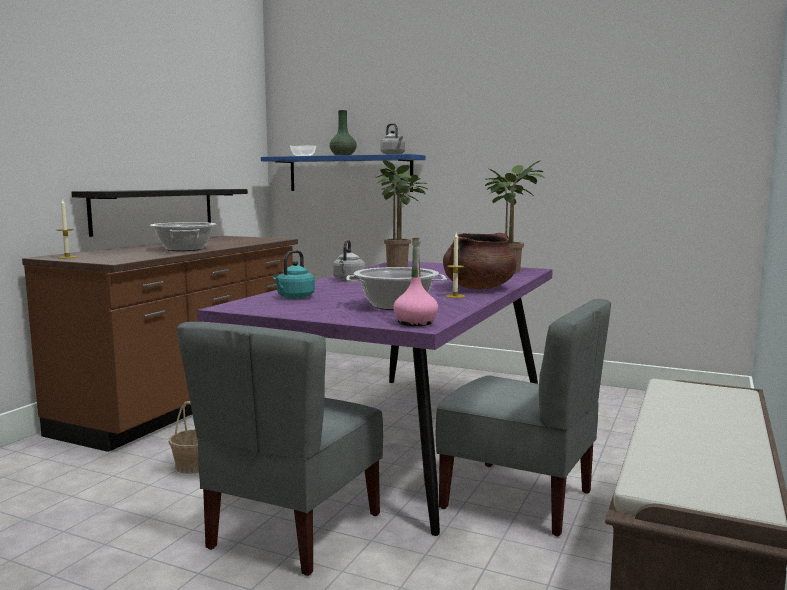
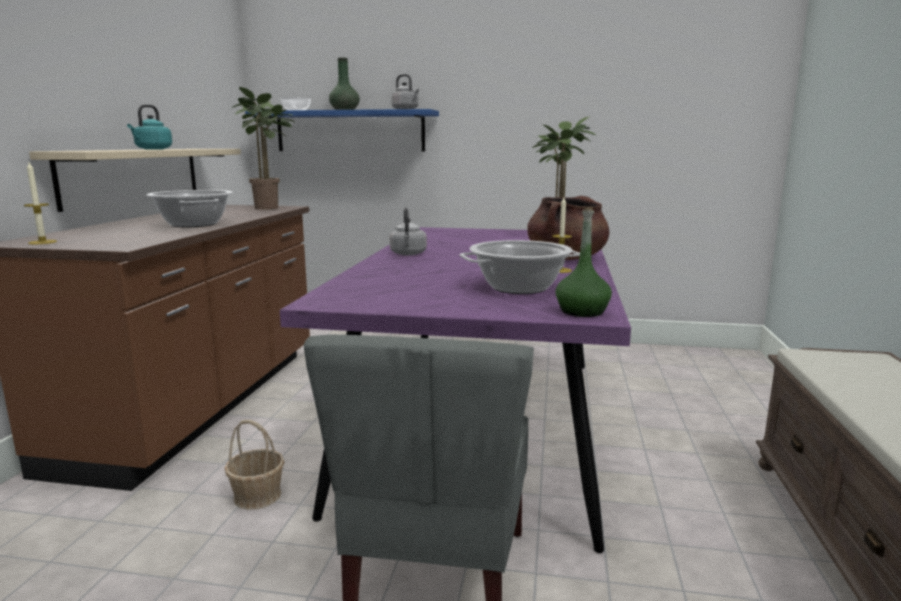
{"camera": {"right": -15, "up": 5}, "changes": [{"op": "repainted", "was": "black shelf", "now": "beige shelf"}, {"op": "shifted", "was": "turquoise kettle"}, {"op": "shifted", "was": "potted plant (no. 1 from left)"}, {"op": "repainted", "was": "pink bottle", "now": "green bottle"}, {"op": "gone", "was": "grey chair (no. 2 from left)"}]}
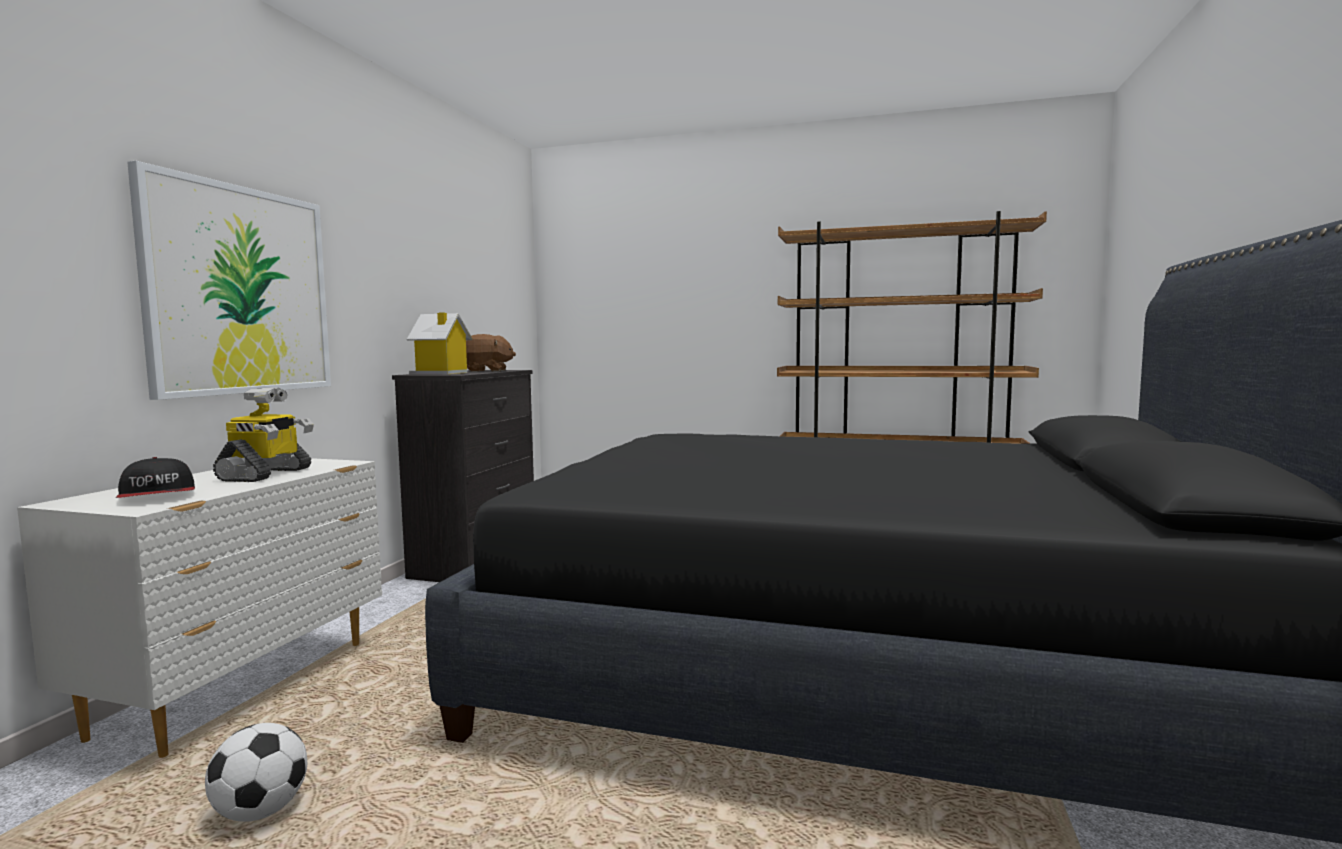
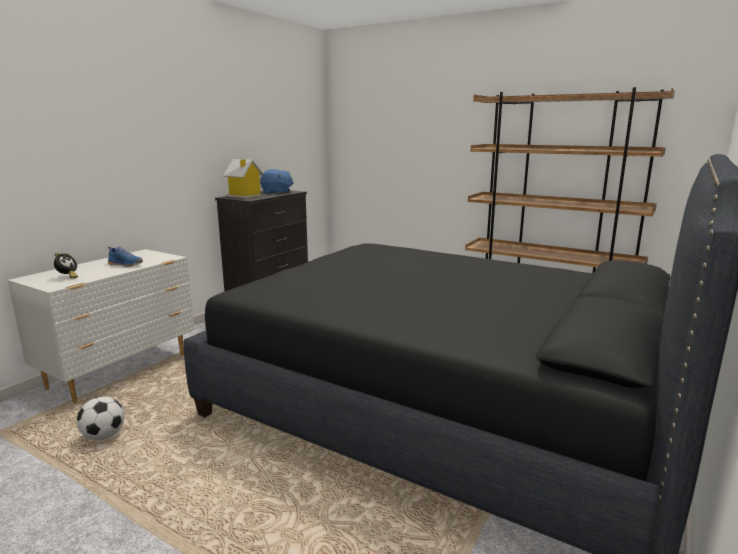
{"camera": {"right": 15, "up": 10}, "changes": [{"op": "swapped", "was": "cap", "now": "alarm clock"}, {"op": "gone", "was": "picture"}, {"op": "swapped", "was": "toy robot", "now": "blue shoe"}, {"op": "repainted", "was": "brown plush toy", "now": "blue plush toy"}]}
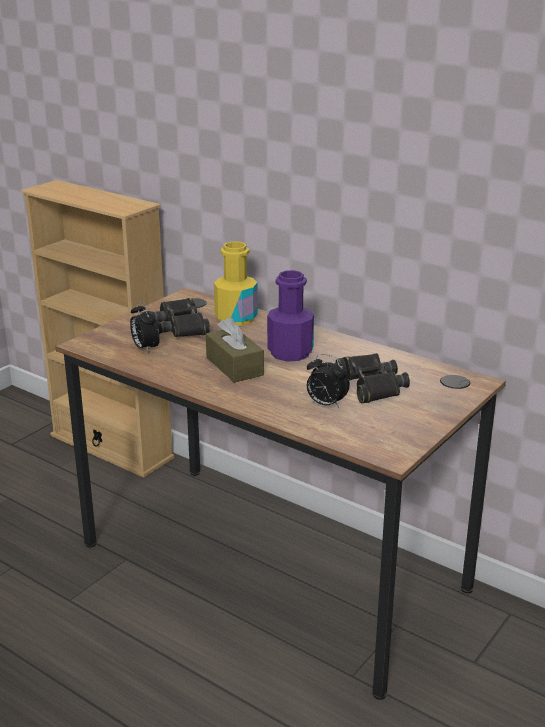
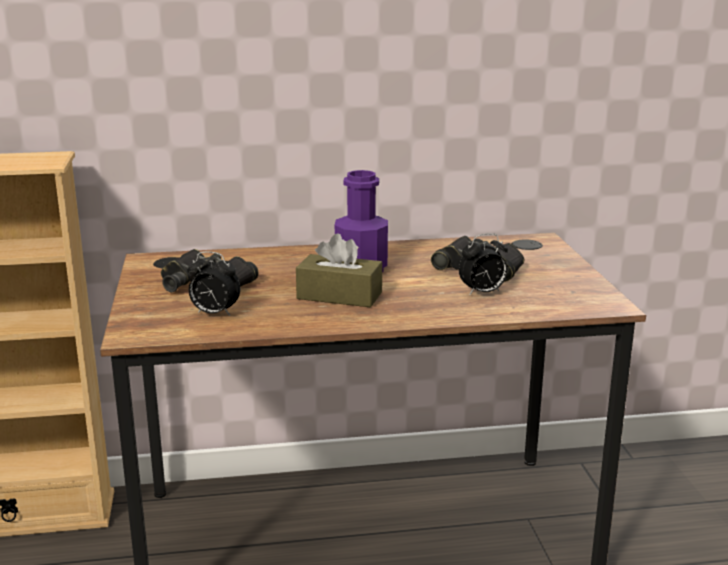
{"camera": {"right": -45, "up": -5}, "changes": [{"op": "gone", "was": "yellow bottle"}]}
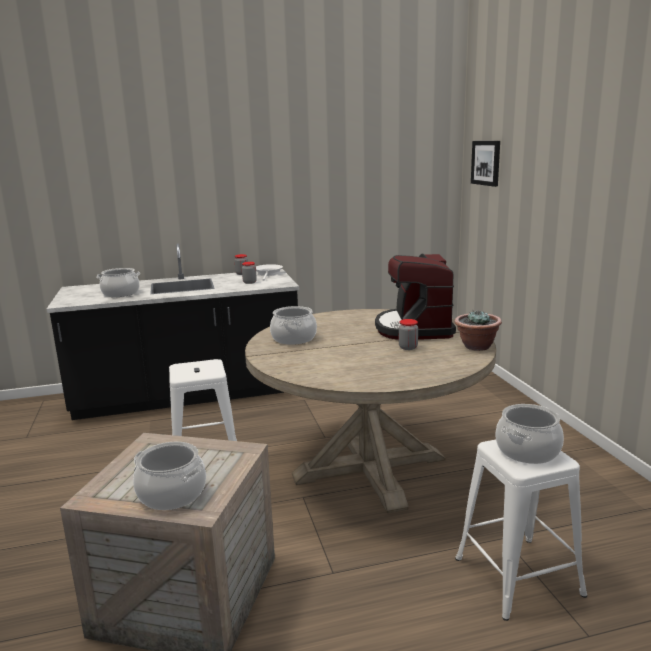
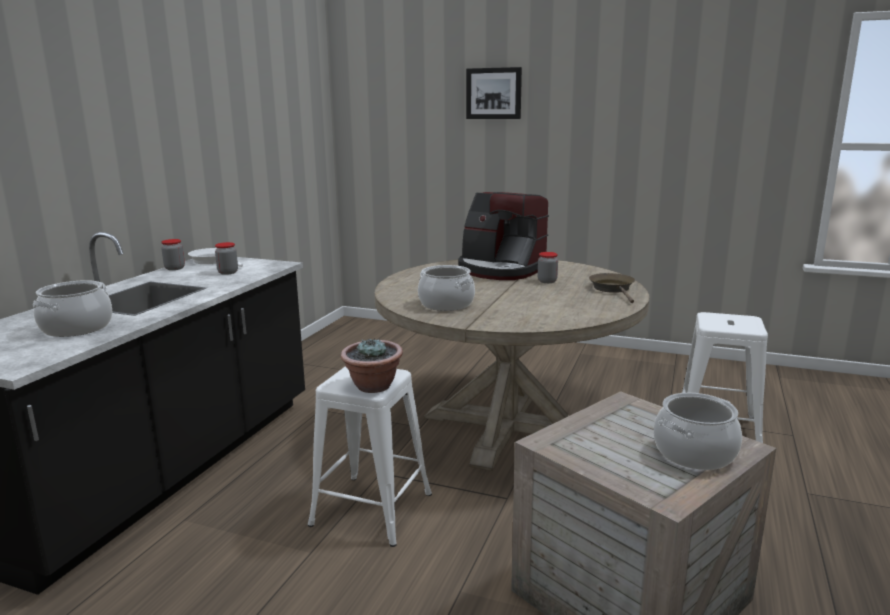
{"camera": {"right": -55, "up": 0}, "changes": [{"op": "shifted", "was": "potted plant"}, {"op": "shifted", "was": "picture"}, {"op": "gone", "was": "cooking pot (no. 4 from left)"}, {"op": "new", "now": "brown frying pan"}]}
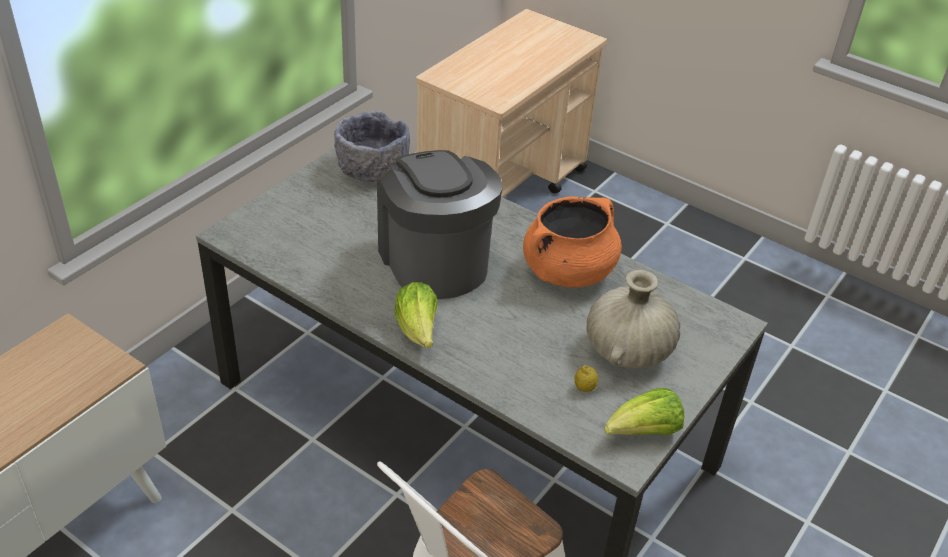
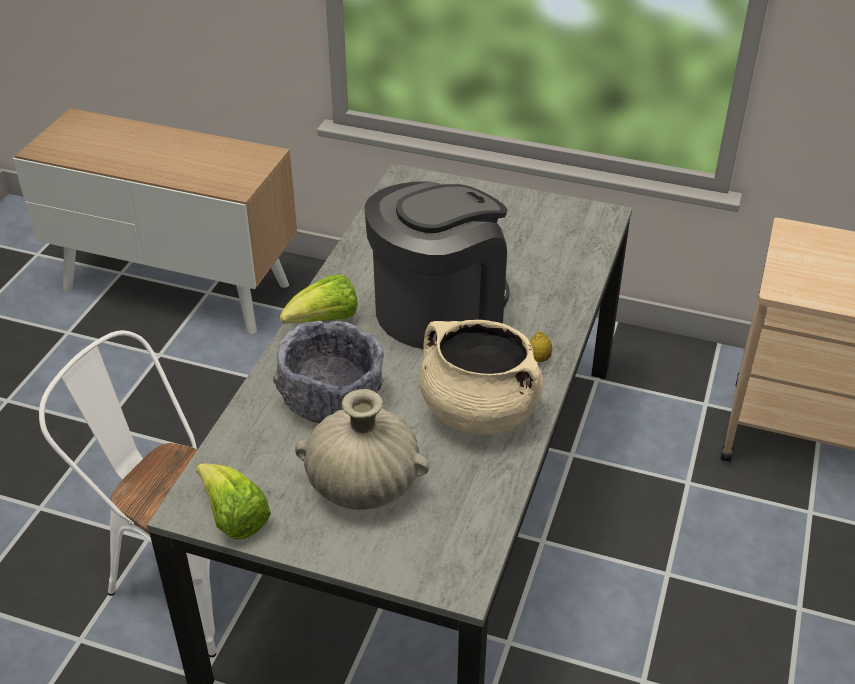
{"camera": {"right": 75, "up": 0}, "changes": [{"op": "shifted", "was": "grey bowl"}, {"op": "repainted", "was": "orange cooking pot", "now": "beige cooking pot"}, {"op": "shifted", "was": "lemon"}]}
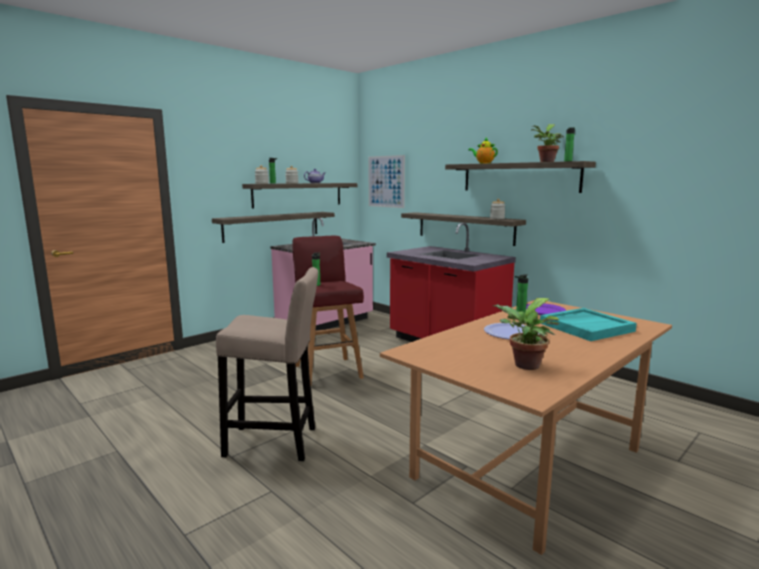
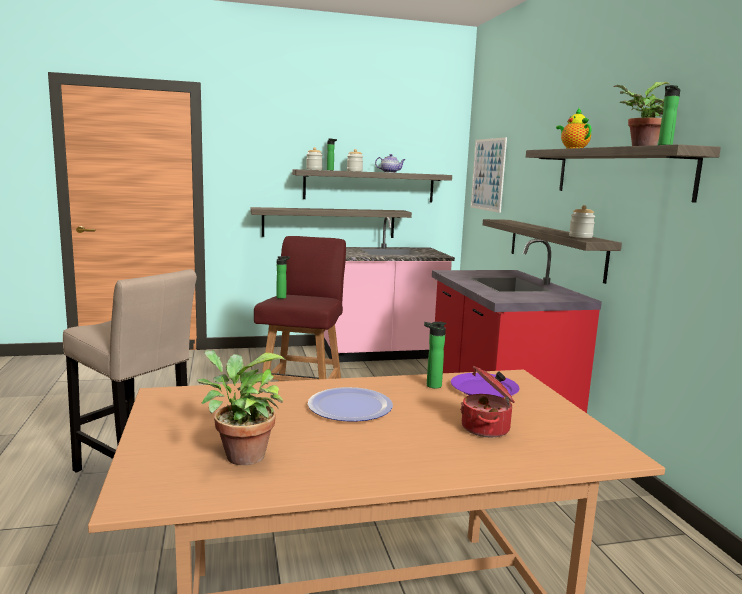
{"camera": {"right": 30, "up": 0}, "changes": [{"op": "swapped", "was": "turquoise tray", "now": "cooking pot"}]}
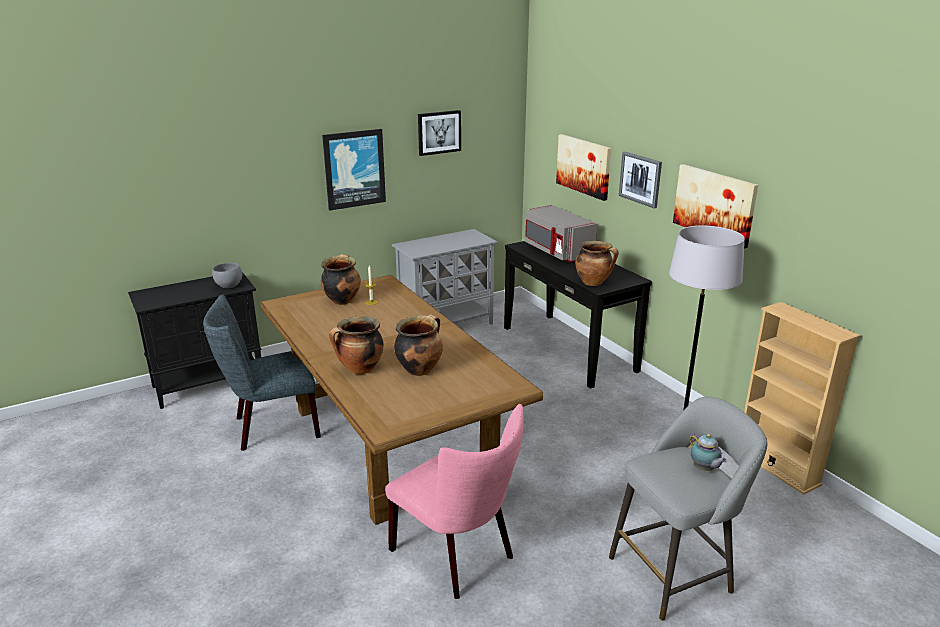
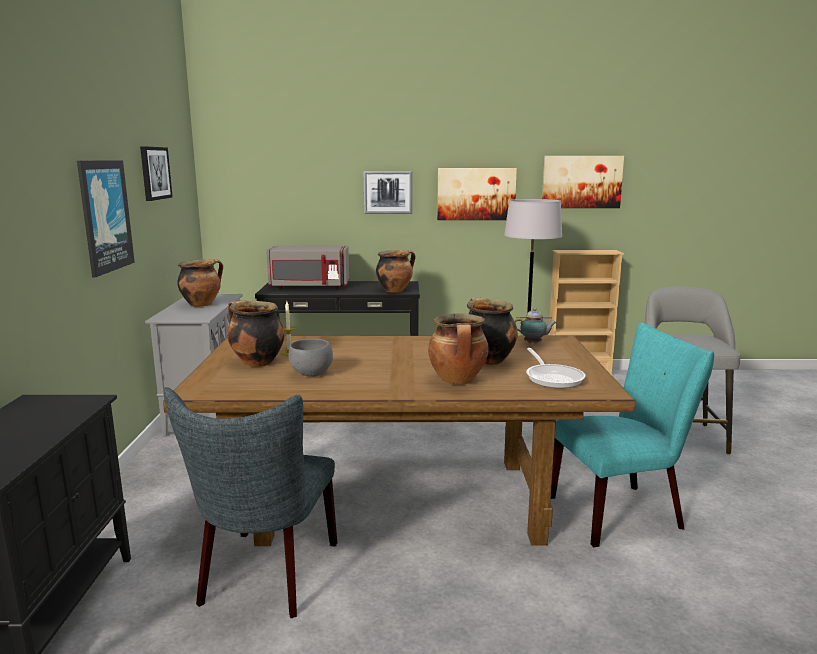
{"camera": {"right": -60, "up": -10}, "changes": [{"op": "shifted", "was": "grey bowl"}, {"op": "repainted", "was": "pink chair", "now": "turquoise chair"}, {"op": "shifted", "was": "picture (no. 3 from left in the first image)", "now": "picture (no. 5 from left)"}, {"op": "shifted", "was": "teapot"}, {"op": "new", "now": "cooking pot (no. 1 from left)"}, {"op": "new", "now": "frying pan"}]}
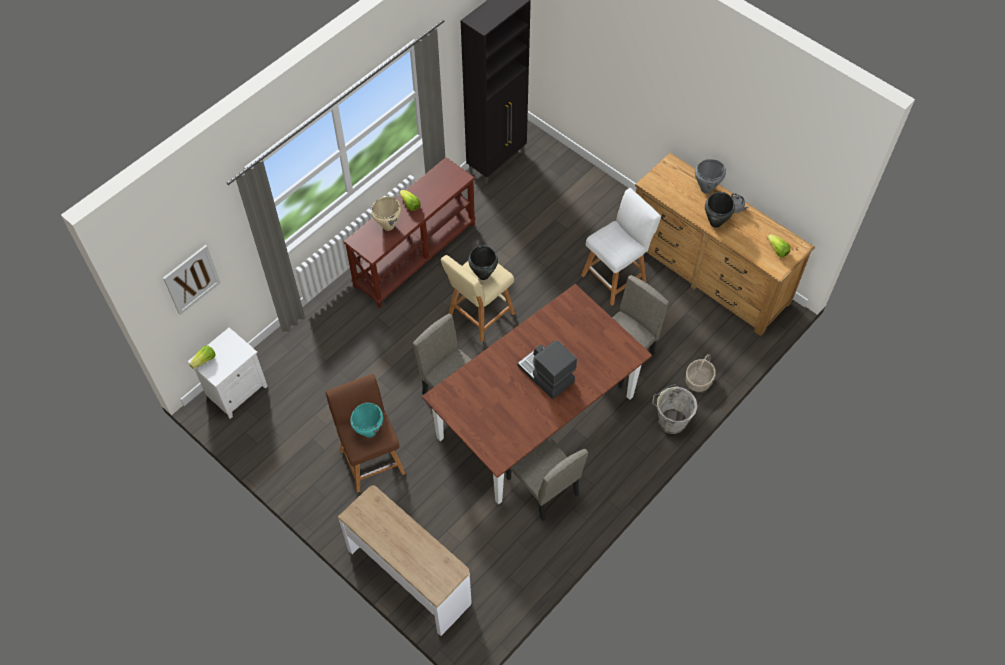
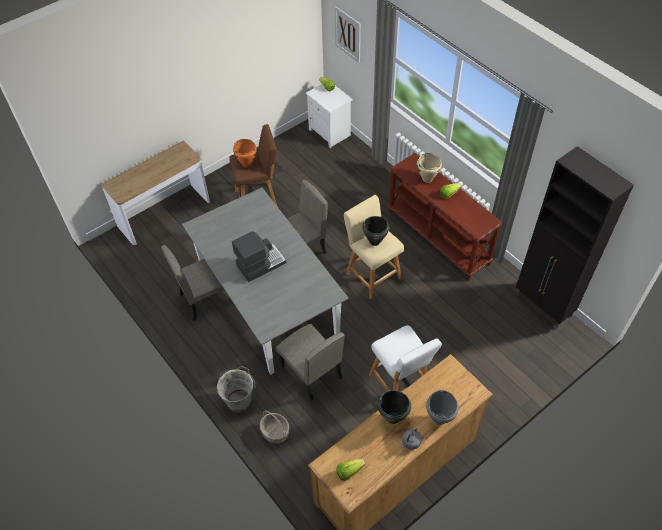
{"camera": {"right": 100, "up": -5}, "changes": [{"op": "repainted", "was": "turquoise cooking pot", "now": "orange cooking pot"}, {"op": "repainted", "was": "brown dining table", "now": "grey dining table"}]}
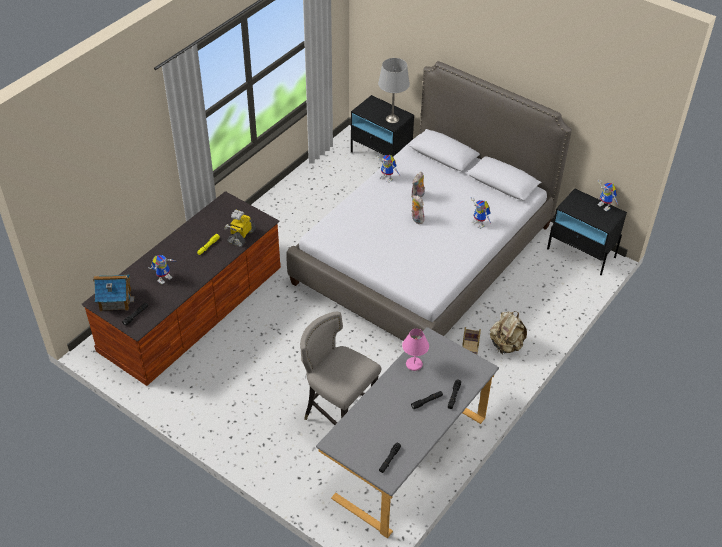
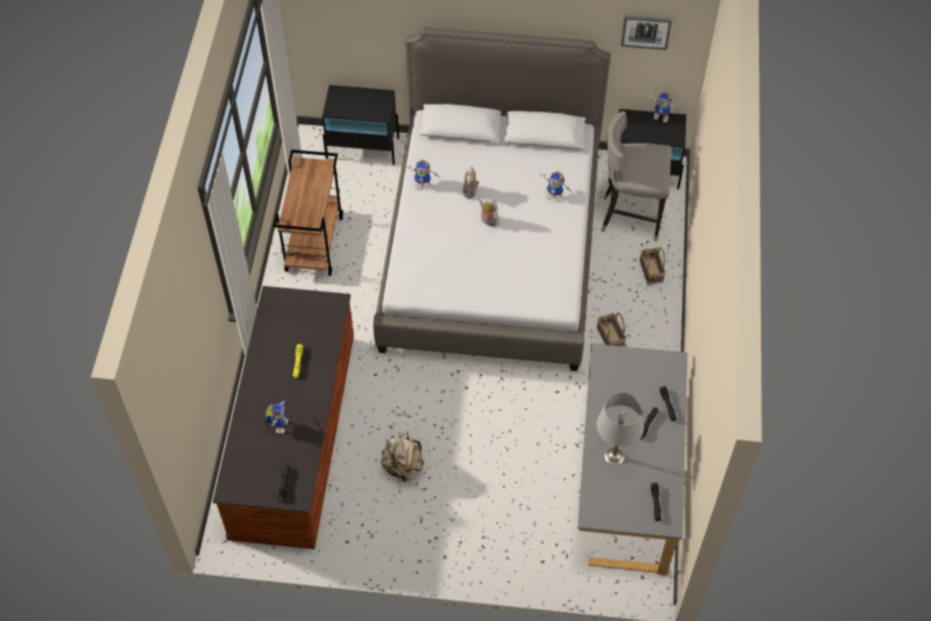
{"camera": {"right": -30, "up": 10}, "changes": [{"op": "gone", "was": "toy house"}, {"op": "gone", "was": "toy robot (no. 2 from left)"}, {"op": "shifted", "was": "grey stool"}, {"op": "shifted", "was": "grey table lamp"}, {"op": "gone", "was": "pink table lamp"}, {"op": "shifted", "was": "beige backpack"}, {"op": "new", "now": "brown cart"}, {"op": "new", "now": "picture"}, {"op": "new", "now": "basket (no. 2 from left)"}]}
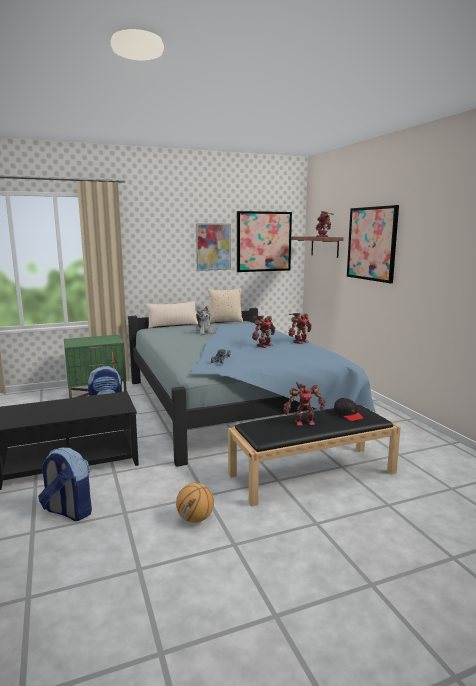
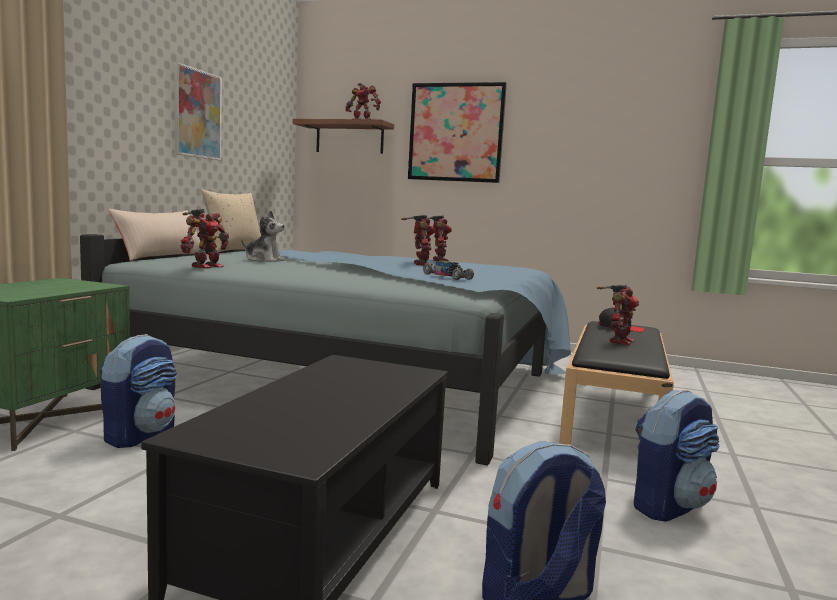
{"camera": {"right": -50, "up": -5}, "changes": [{"op": "swapped", "was": "basketball", "now": "backpack (no. 3 from left)"}, {"op": "gone", "was": "picture (no. 2 from left)"}, {"op": "new", "now": "toy robot (no. 1 from left)"}]}
